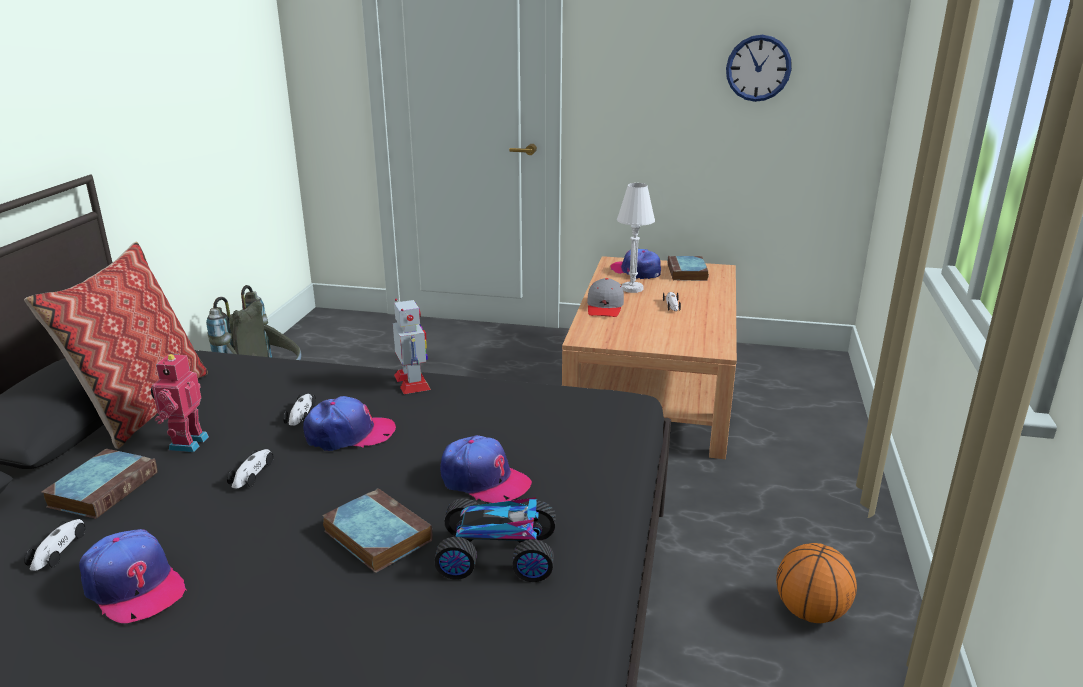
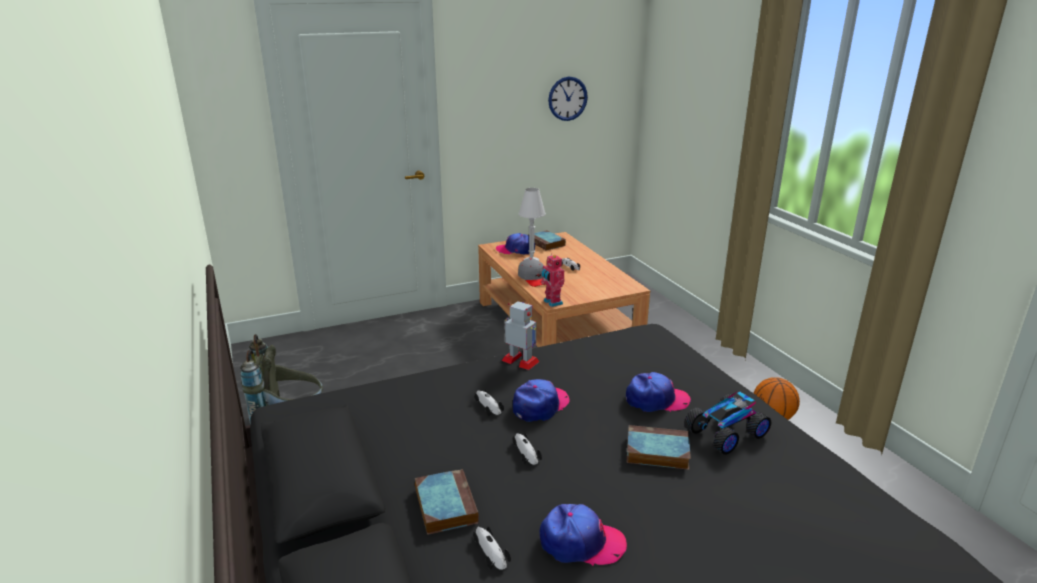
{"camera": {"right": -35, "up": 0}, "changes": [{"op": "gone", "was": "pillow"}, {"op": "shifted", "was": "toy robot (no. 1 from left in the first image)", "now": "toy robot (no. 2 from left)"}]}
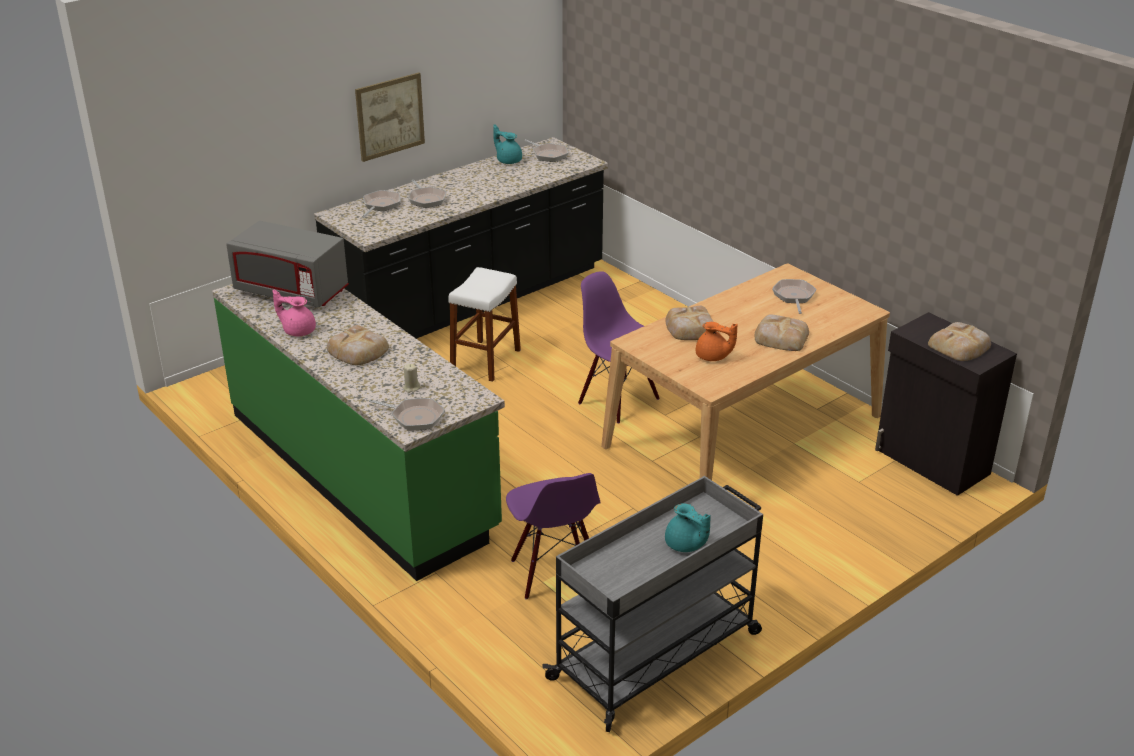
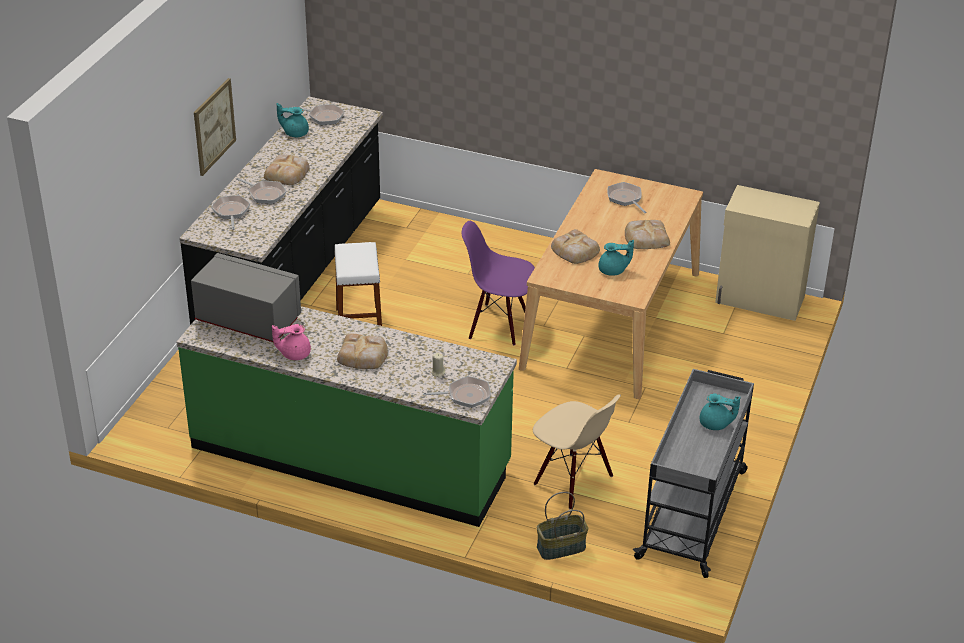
{"camera": {"right": -30, "up": 5}, "changes": [{"op": "rotated", "was": "grey microwave", "clockwise": -150}, {"op": "repainted", "was": "purple chair (no. 1 from left)", "now": "beige chair"}, {"op": "repainted", "was": "orange teapot", "now": "turquoise teapot (no. 2 from left)"}, {"op": "repainted", "was": "black cabinet", "now": "beige cabinet"}, {"op": "shifted", "was": "bread (no. 4 from left in the first image)", "now": "bread (no. 1 from left)"}, {"op": "new", "now": "basket"}]}
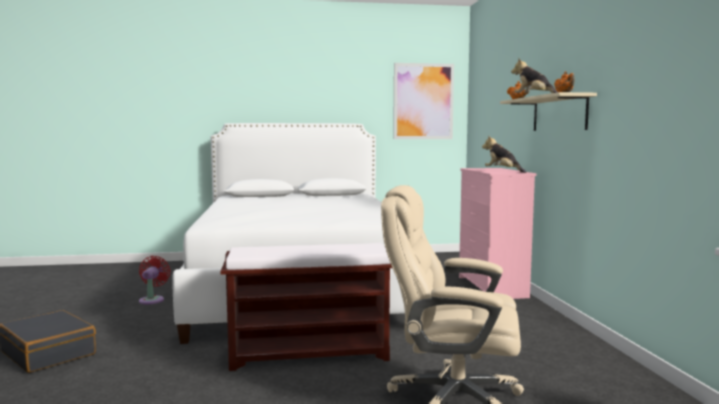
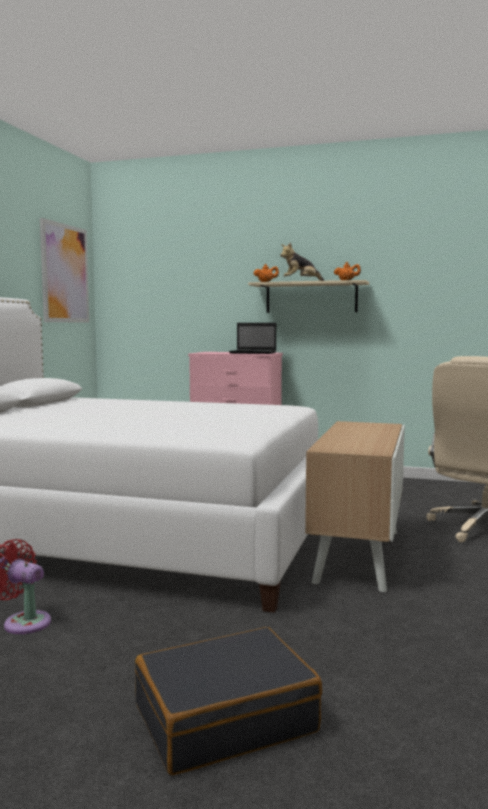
{"camera": {"right": -65, "up": 0}, "changes": [{"op": "swapped", "was": "brown bench", "now": "cabinet"}, {"op": "swapped", "was": "plush toy (no. 1 from left)", "now": "laptop"}]}
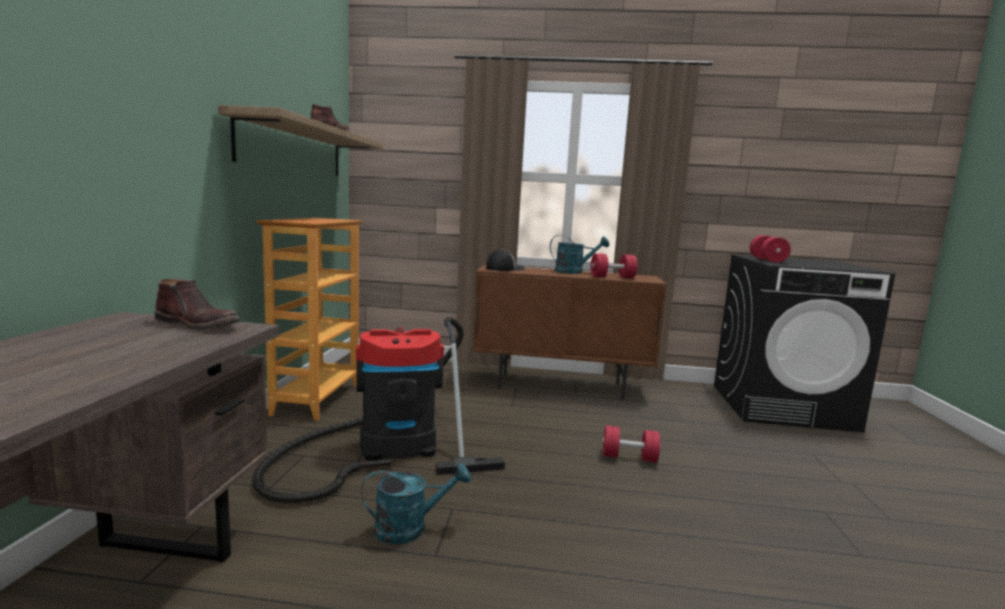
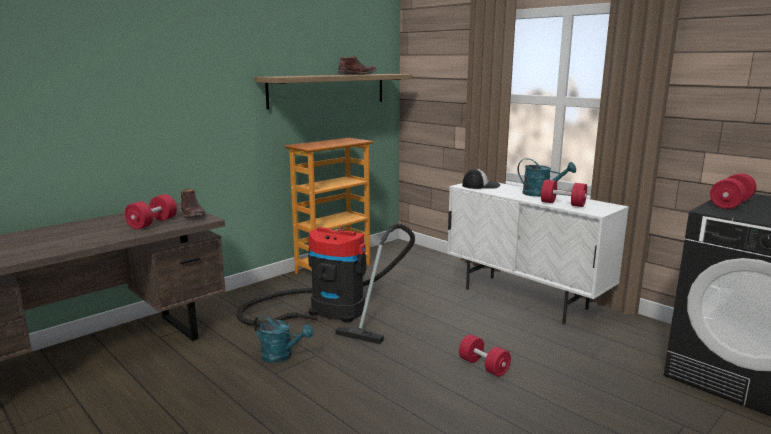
{"camera": {"right": 40, "up": 5}, "changes": [{"op": "repainted", "was": "brown cabinet", "now": "white cabinet"}, {"op": "new", "now": "red dumbbell (no. 1 from left)"}]}
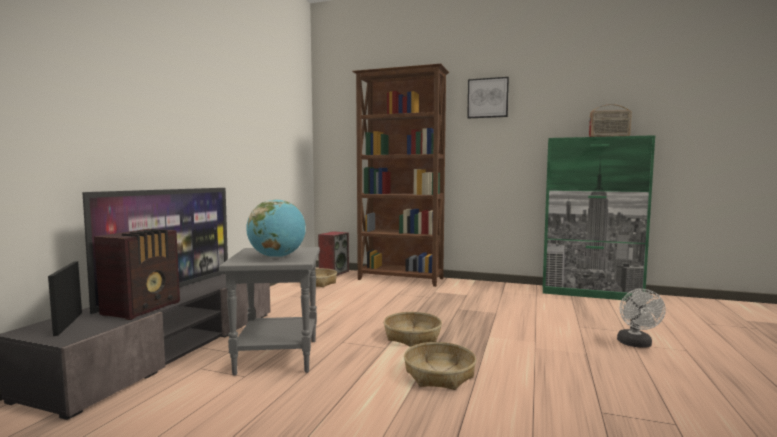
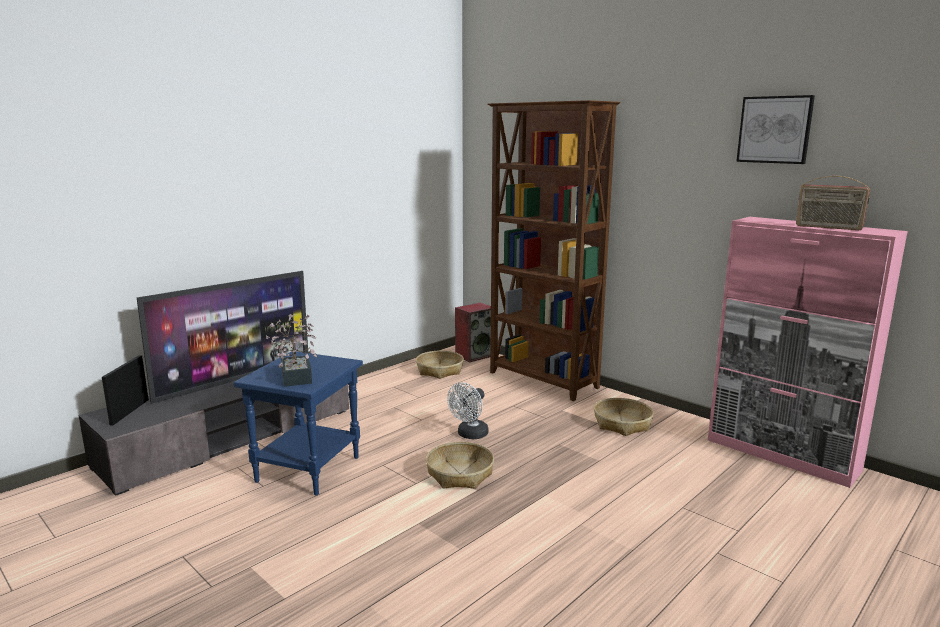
{"camera": {"right": 25, "up": 10}, "changes": [{"op": "gone", "was": "radio (no. 1 from left)"}, {"op": "repainted", "was": "grey side table", "now": "blue side table"}, {"op": "swapped", "was": "globe", "now": "potted plant"}, {"op": "shifted", "was": "basket (no. 3 from left)"}, {"op": "shifted", "was": "picture"}, {"op": "repainted", "was": "green cabinet", "now": "pink cabinet"}, {"op": "shifted", "was": "white fan"}]}
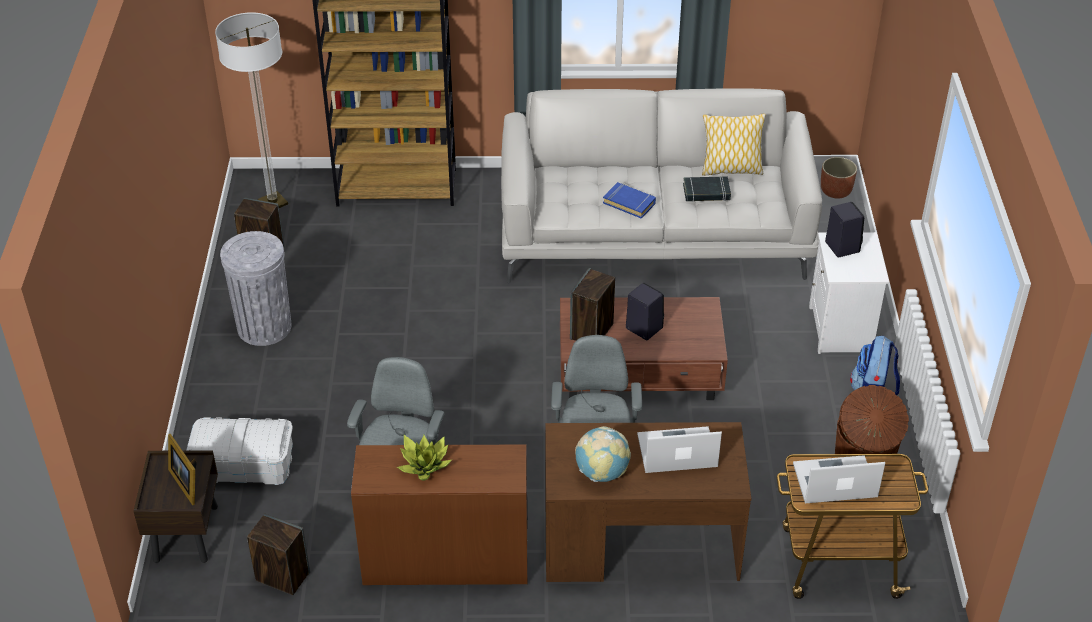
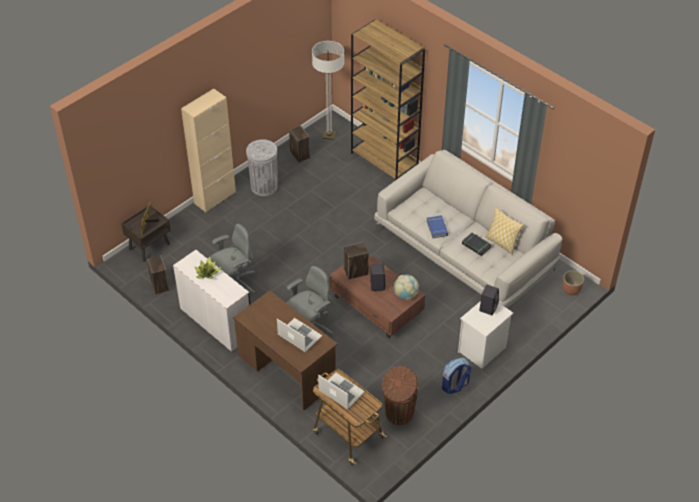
{"camera": {"right": 45, "up": 5}, "changes": [{"op": "gone", "was": "white storage box"}, {"op": "repainted", "was": "brown desk (no. 1 from left)", "now": "white desk"}, {"op": "shifted", "was": "globe"}, {"op": "new", "now": "beige cabinet"}]}
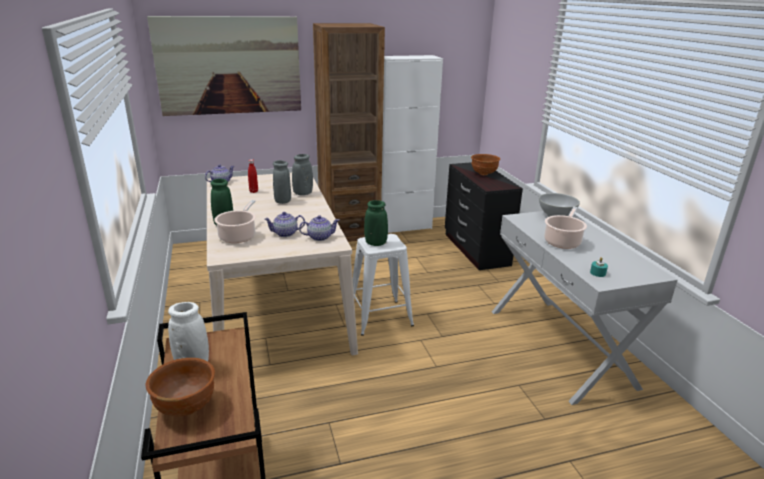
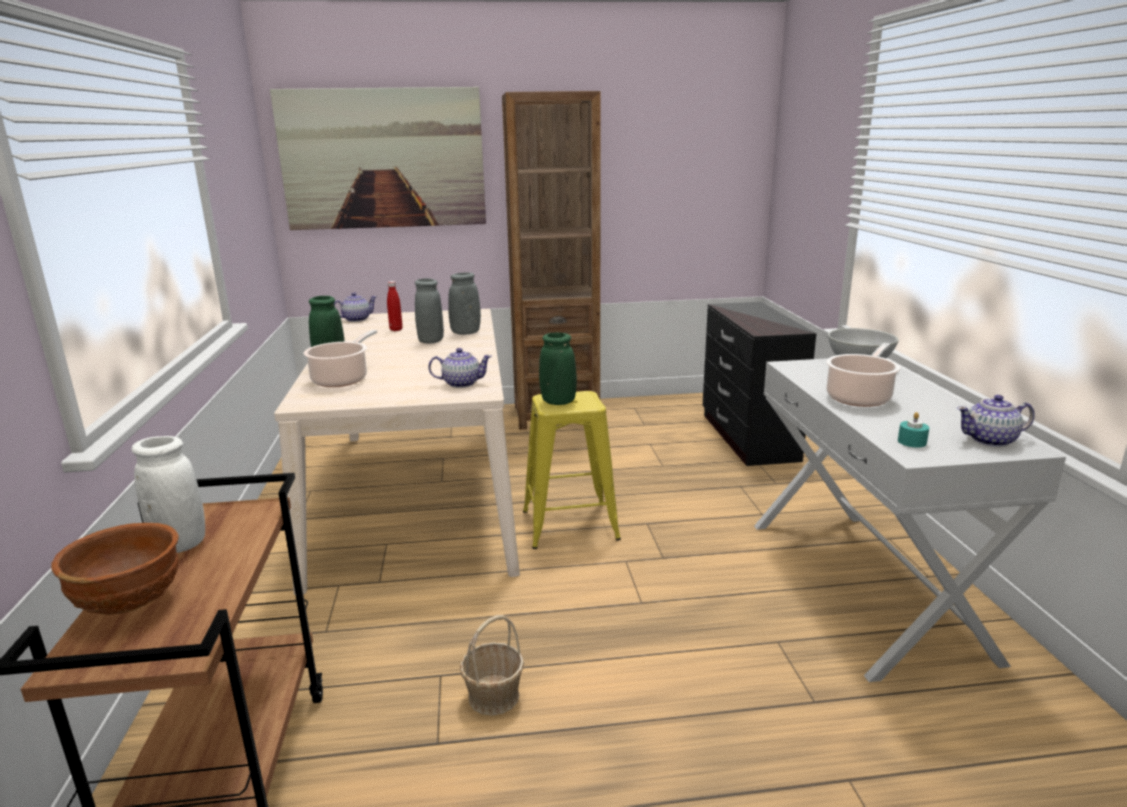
{"camera": {"right": 10, "up": -5}, "changes": [{"op": "shifted", "was": "teapot (no. 2 from left in the first image)", "now": "teapot (no. 3 from left)"}, {"op": "repainted", "was": "white stool", "now": "yellow stool"}, {"op": "gone", "was": "white cabinet"}, {"op": "gone", "was": "brown bowl (no. 2 from left)"}, {"op": "new", "now": "basket"}]}
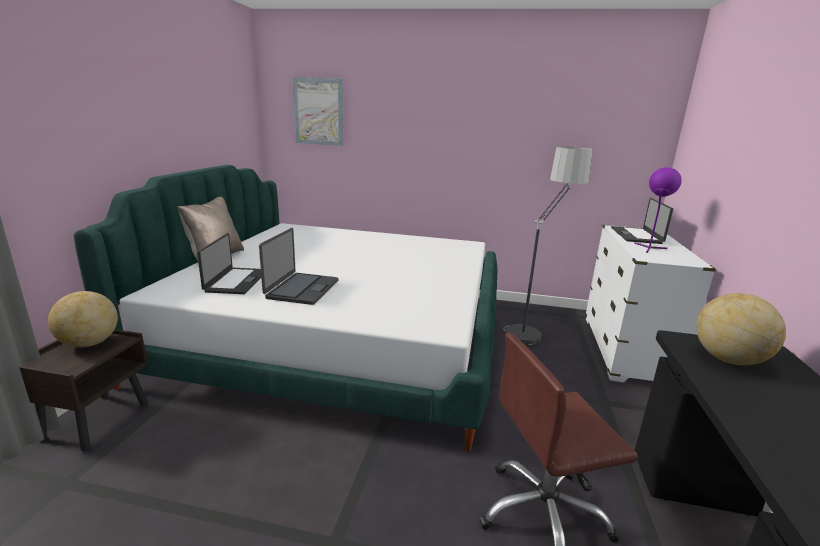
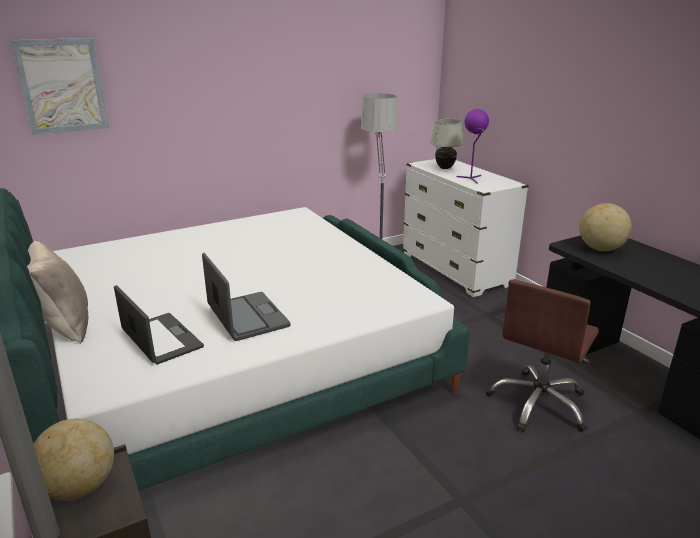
{"camera": {"right": -40, "up": 5}, "changes": [{"op": "swapped", "was": "laptop (no. 3 from left)", "now": "white table lamp"}]}
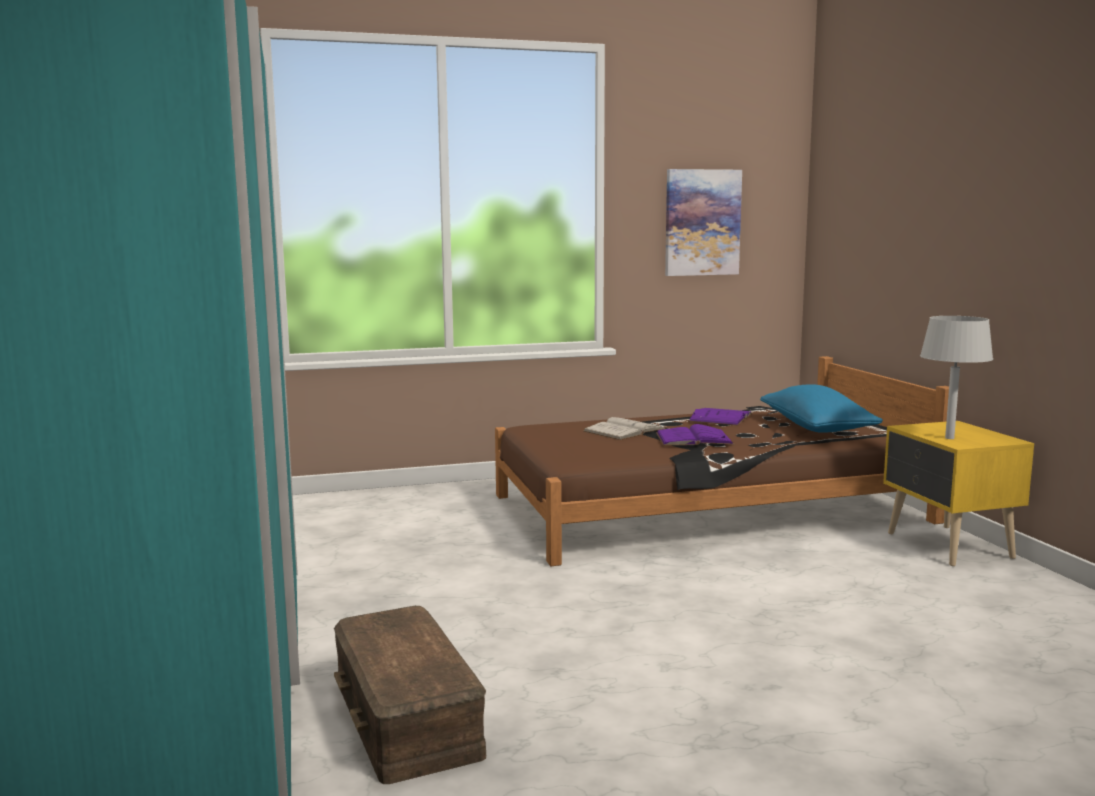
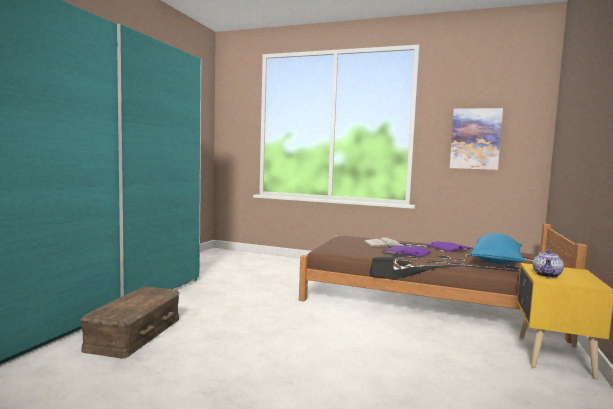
{"camera": {"right": 35, "up": -5}, "changes": [{"op": "swapped", "was": "grey table lamp", "now": "teapot"}]}
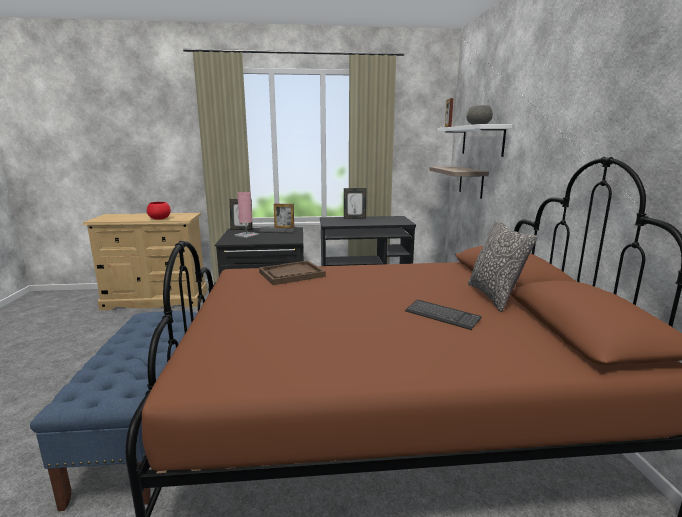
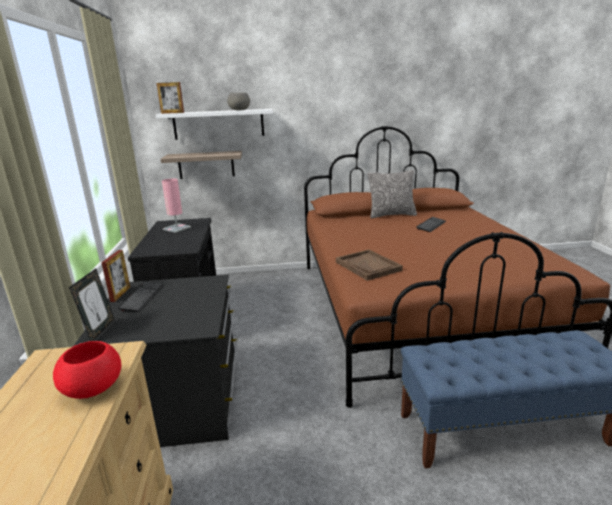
{"camera": {"right": -90, "up": 5}, "changes": [{"op": "shifted", "was": "pink table lamp"}, {"op": "gone", "was": "picture frame (no. 3 from left)"}]}
